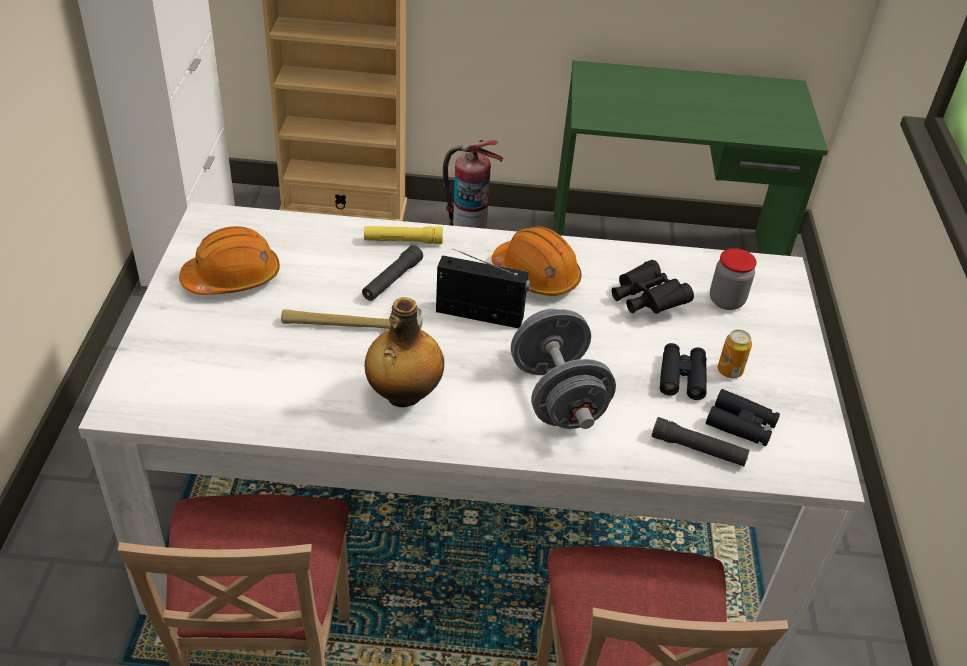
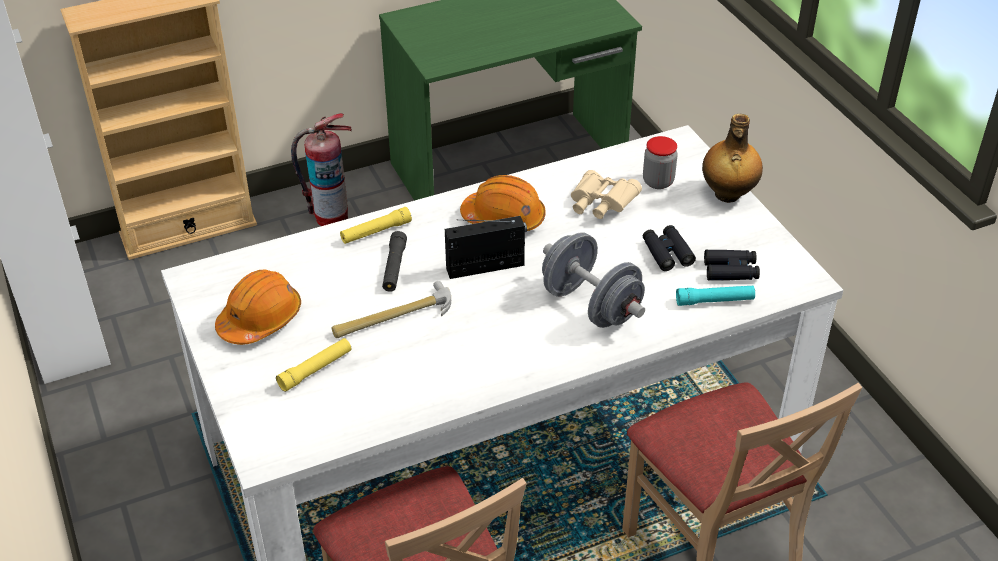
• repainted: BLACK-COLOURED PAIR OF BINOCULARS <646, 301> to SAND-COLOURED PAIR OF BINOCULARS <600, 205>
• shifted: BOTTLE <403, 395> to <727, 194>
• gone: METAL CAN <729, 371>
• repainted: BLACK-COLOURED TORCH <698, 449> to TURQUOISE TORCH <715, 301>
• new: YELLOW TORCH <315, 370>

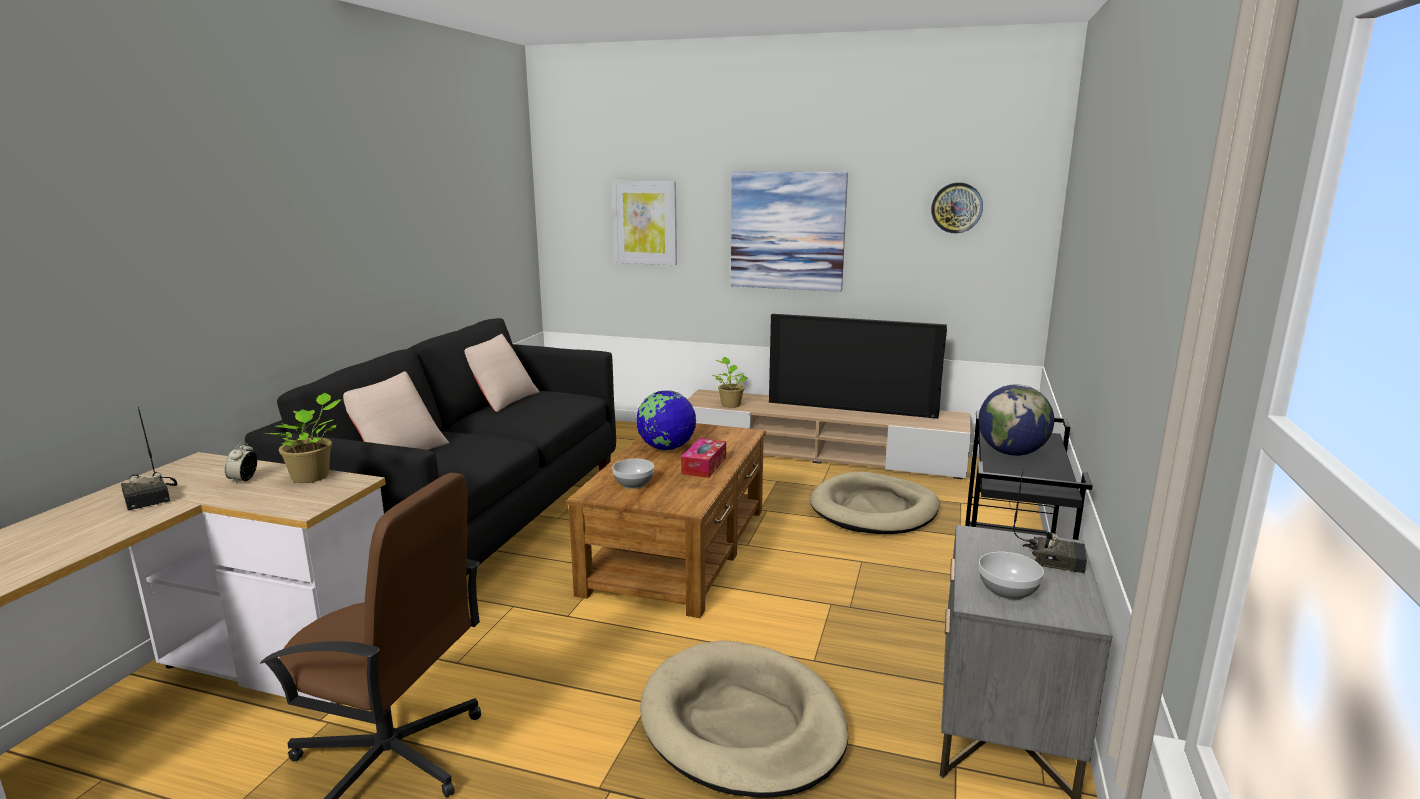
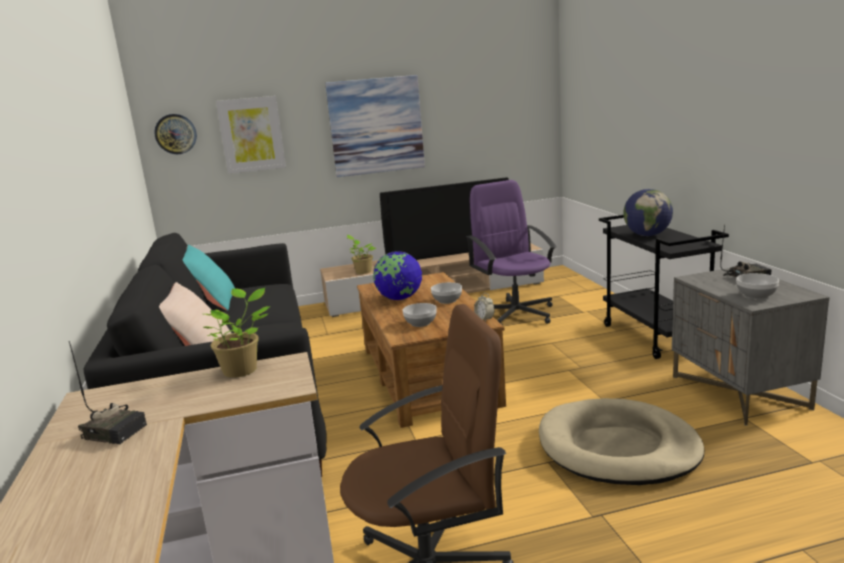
• shifted: HANGING CLOCK <956, 207> to <175, 134>
• repainted: SAND-COLOURED PILLOW <501, 399> to TURQUOISE PILLOW <212, 302>
• swapped: TISSUE HOLDER <704, 466> to SERVING BOWL <446, 300>
• shifted: ALARM CLOCK <244, 479> to <484, 319>
• swapped: SAND-COLOURED DOG BED <874, 509> to PURPLISH DESK CHAIR <516, 314>

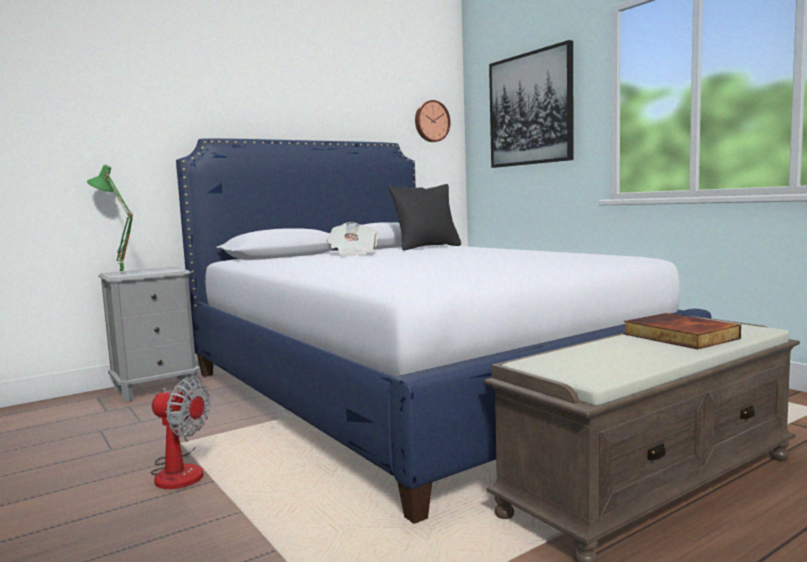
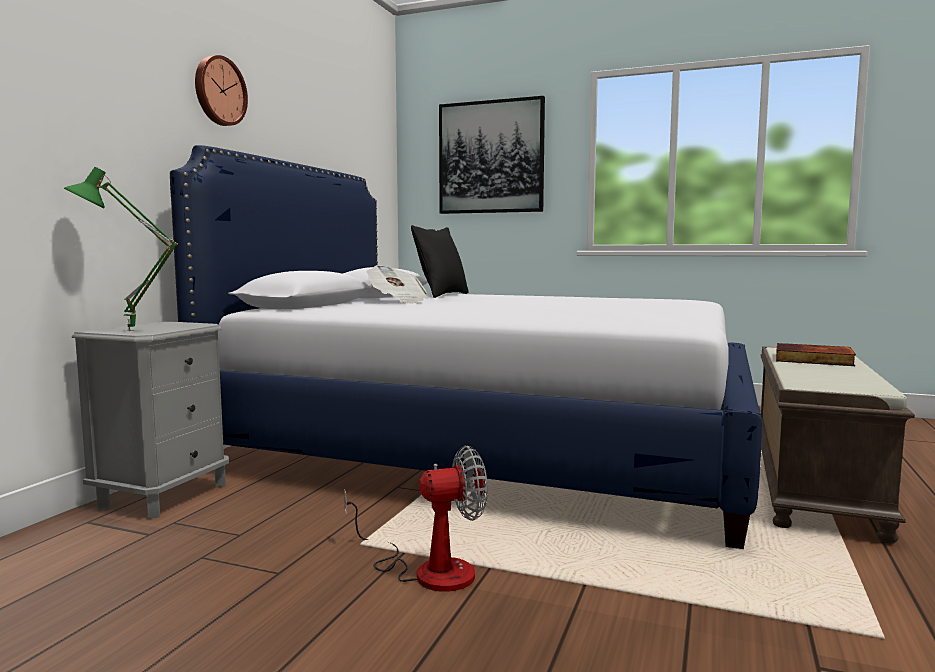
• shifted: HANGING CLOCK <431, 121> to <219, 91>

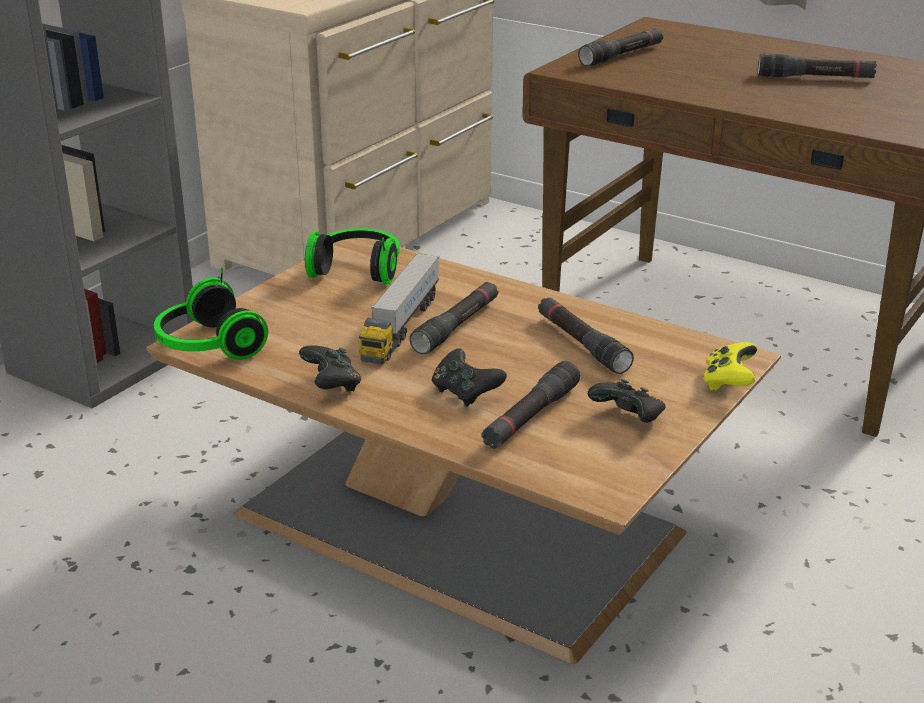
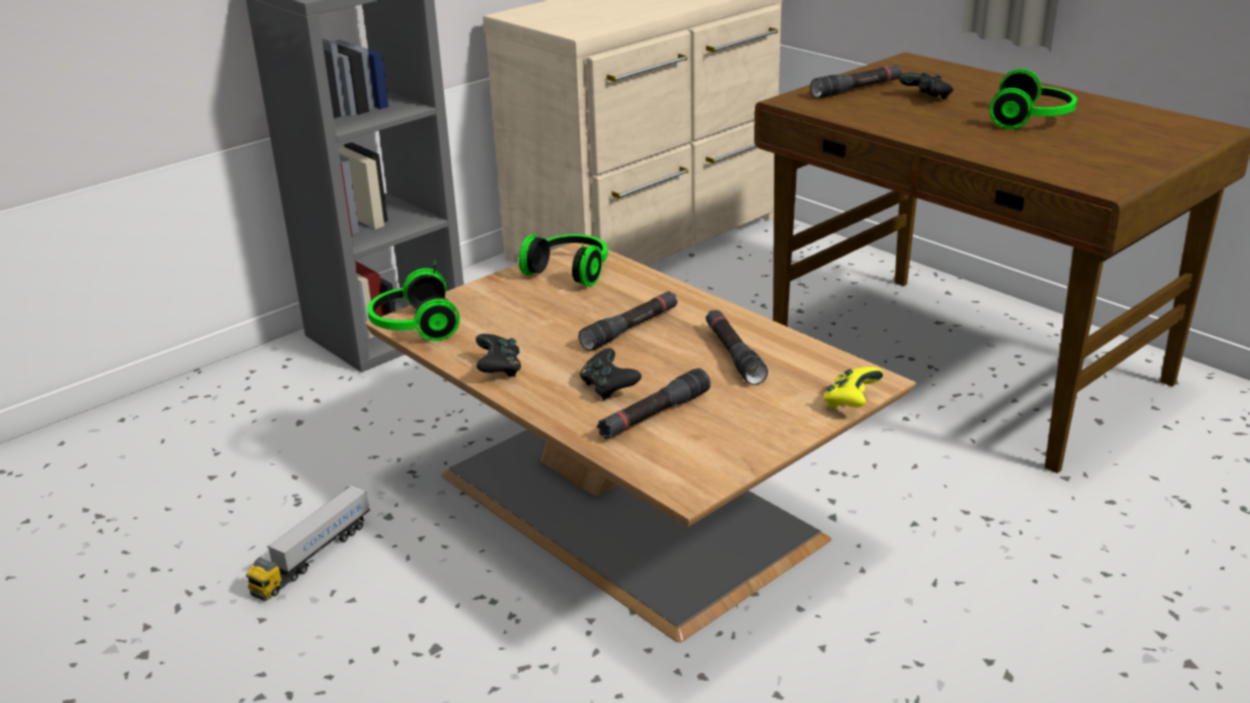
• swapped: BLACK-COLOURED TORCH <815, 78> to HEADPHONES <1032, 120>
• shifted: TOY LORRY <401, 326> to <313, 557>
• shifted: BLACK-COLOURED GAMEPAD <629, 418> to <927, 98>

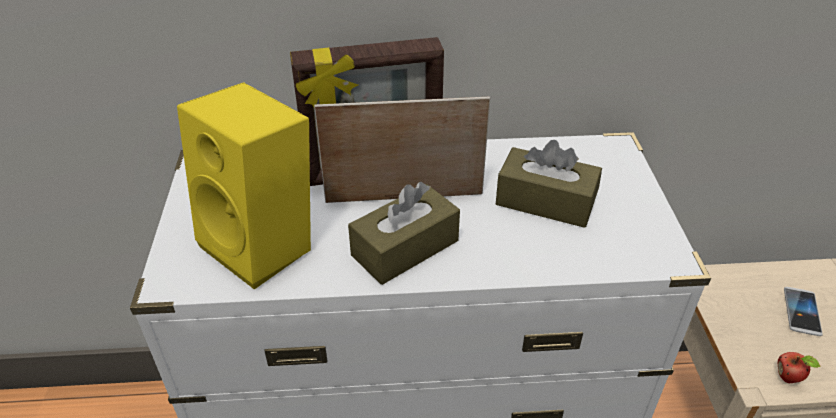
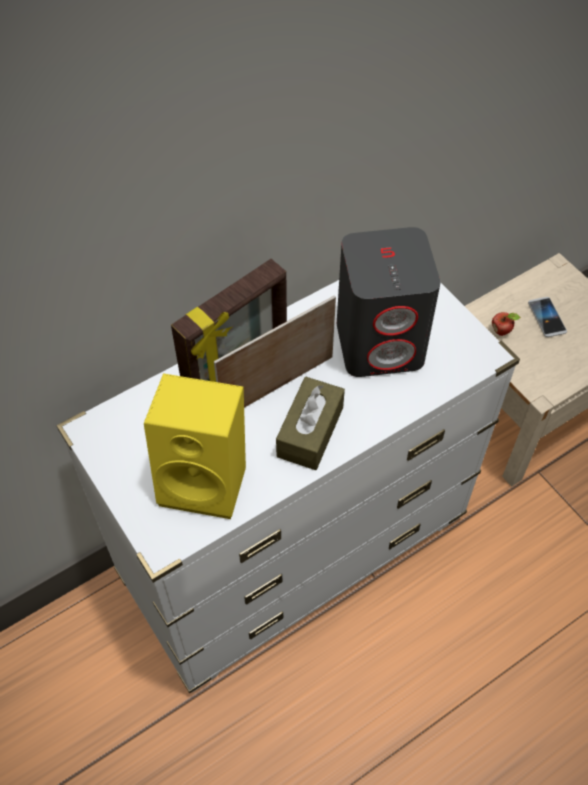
• swapped: BROWN-COLOURED TISSUE HOLDER <545, 202> to GREYISH SPEAKER <381, 343>
• shifted: APPLE <789, 378> to <502, 331>

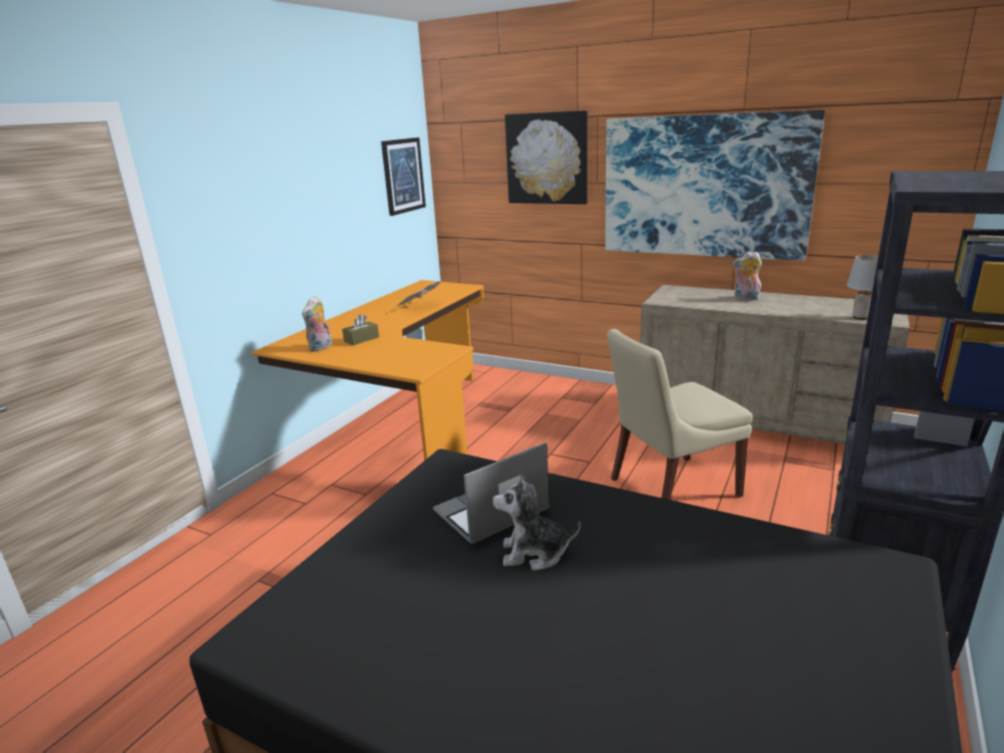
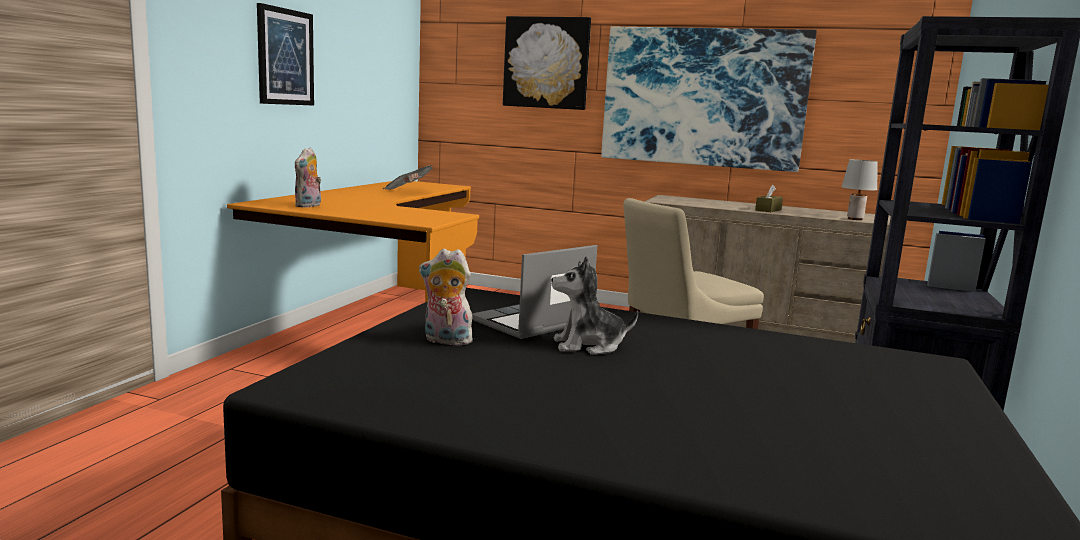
• shifted: WALL ART <403, 176> to <285, 57>
• shifted: SOFT TOY <745, 298> to <445, 341>
• shifted: BROWN-COLOURED TISSUE HOLDER <361, 339> to <768, 210>

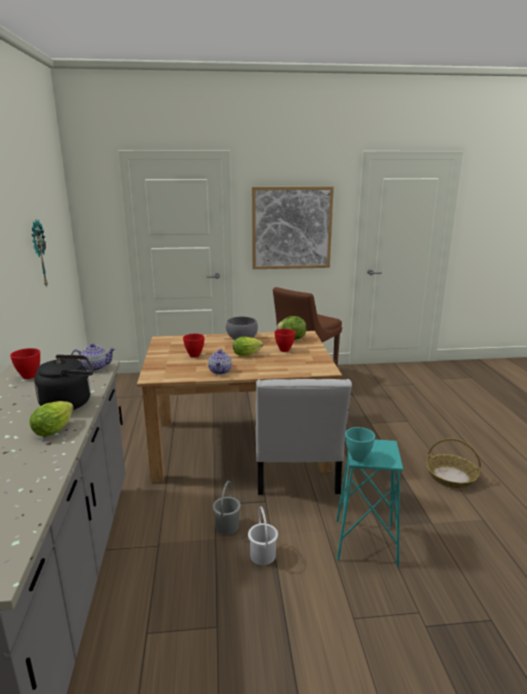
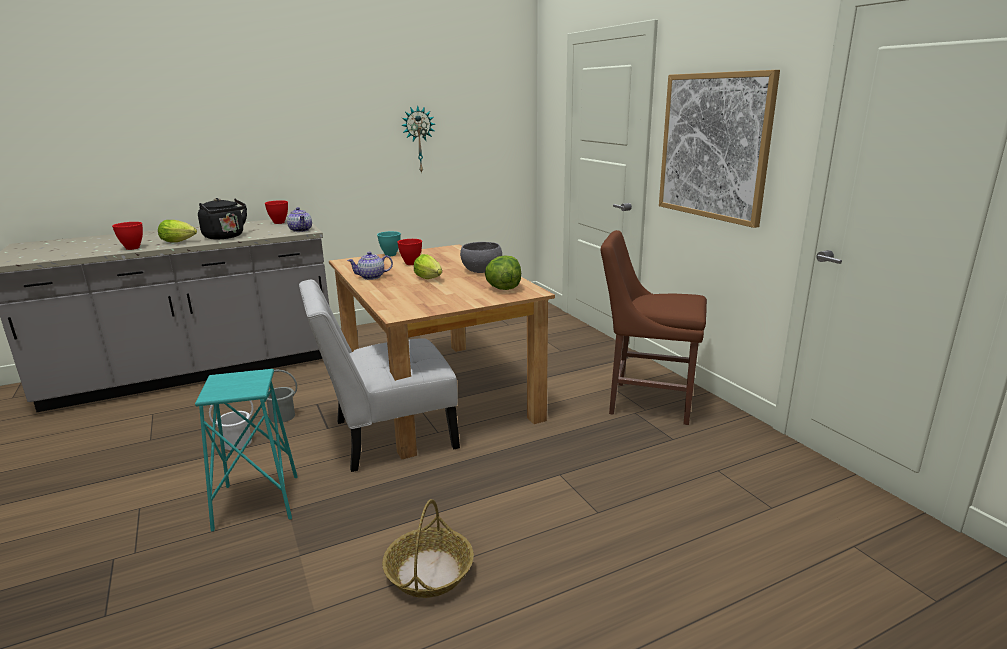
• shifted: RED SERVING BOWL <284, 350> to <132, 248>
• shifted: TURQUOISE SERVING BOWL <357, 457> to <390, 255>

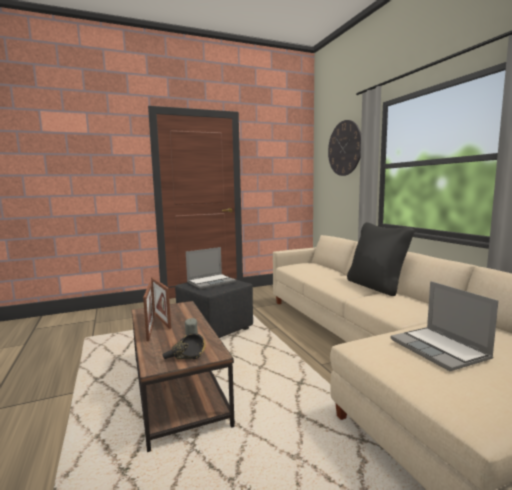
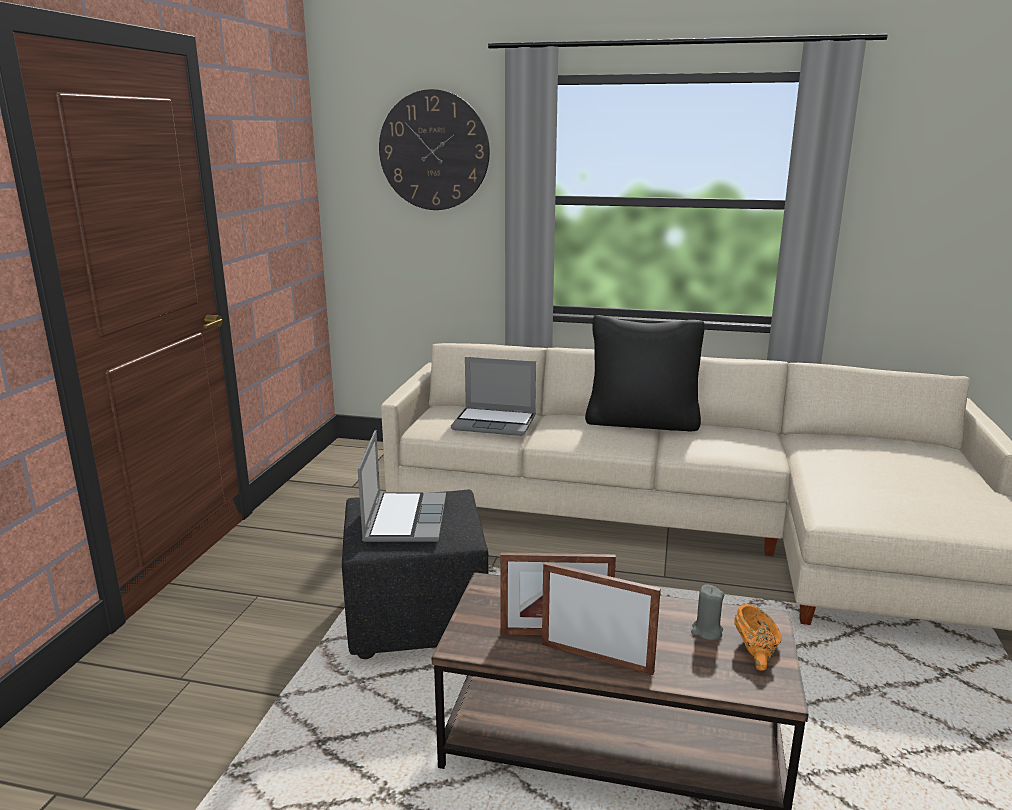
• shifted: NOTEBOOK COMPUTER <440, 350> to <495, 423>
• repainted: BLACK-COLOURED SERVING BOWL <185, 357> to ORANGE SERVING BOWL <759, 652>

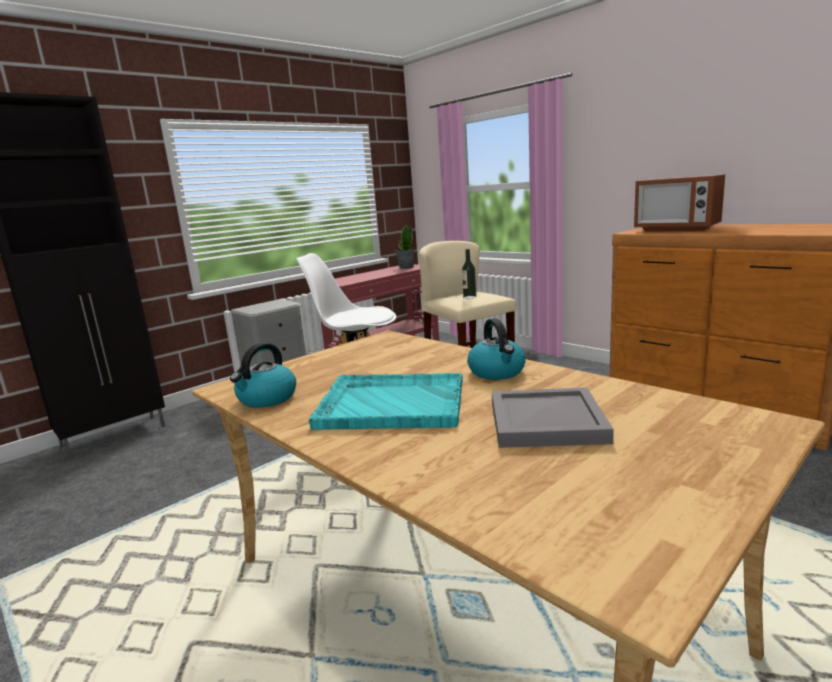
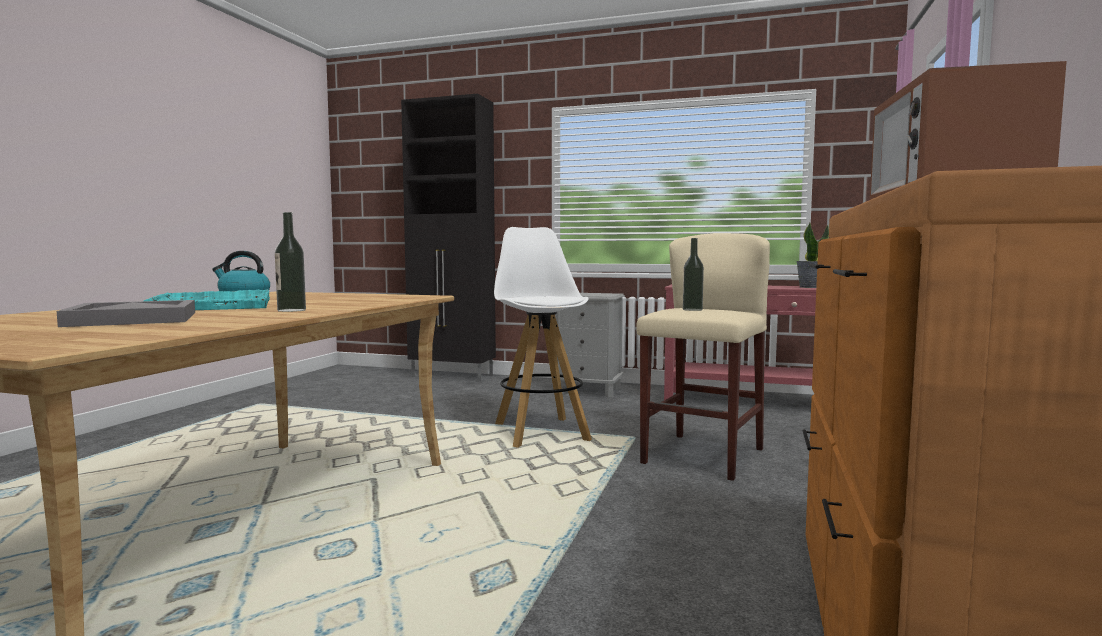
• swapped: TEA KETTLE <497, 372> to BOTTLE <291, 310>

